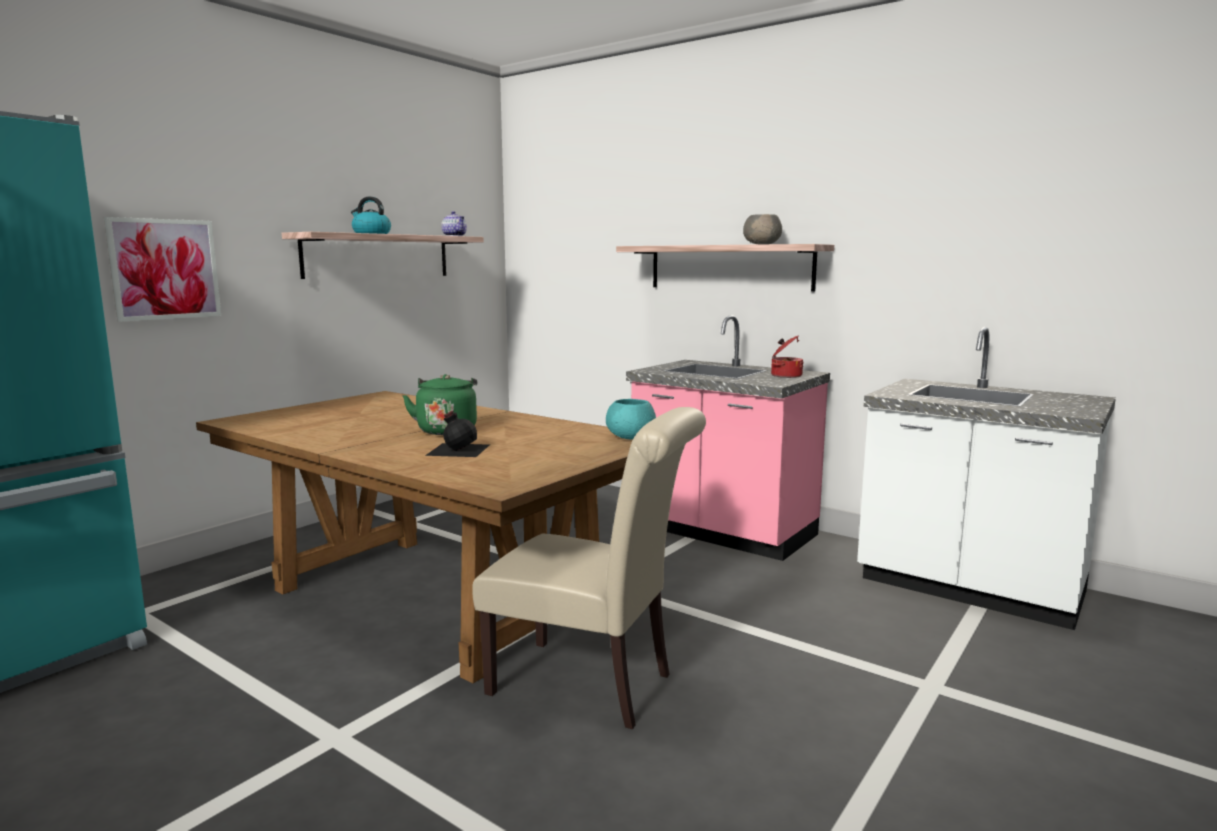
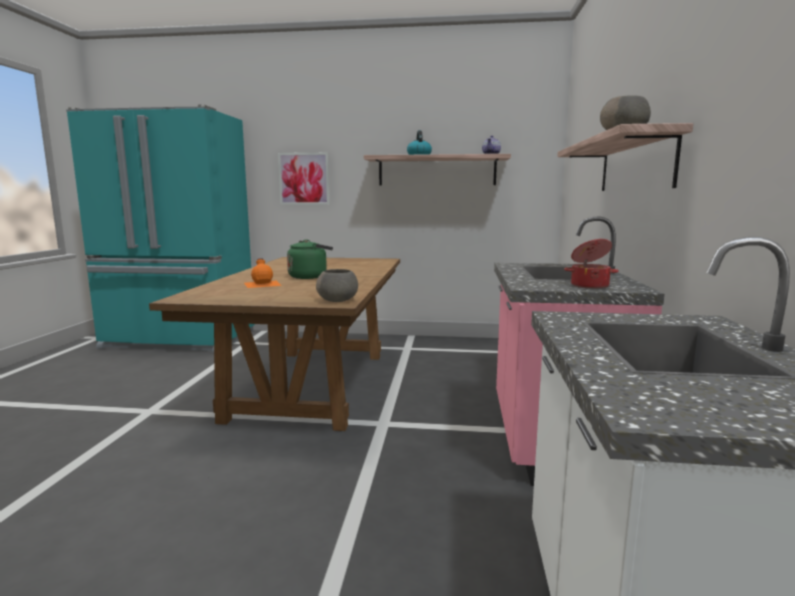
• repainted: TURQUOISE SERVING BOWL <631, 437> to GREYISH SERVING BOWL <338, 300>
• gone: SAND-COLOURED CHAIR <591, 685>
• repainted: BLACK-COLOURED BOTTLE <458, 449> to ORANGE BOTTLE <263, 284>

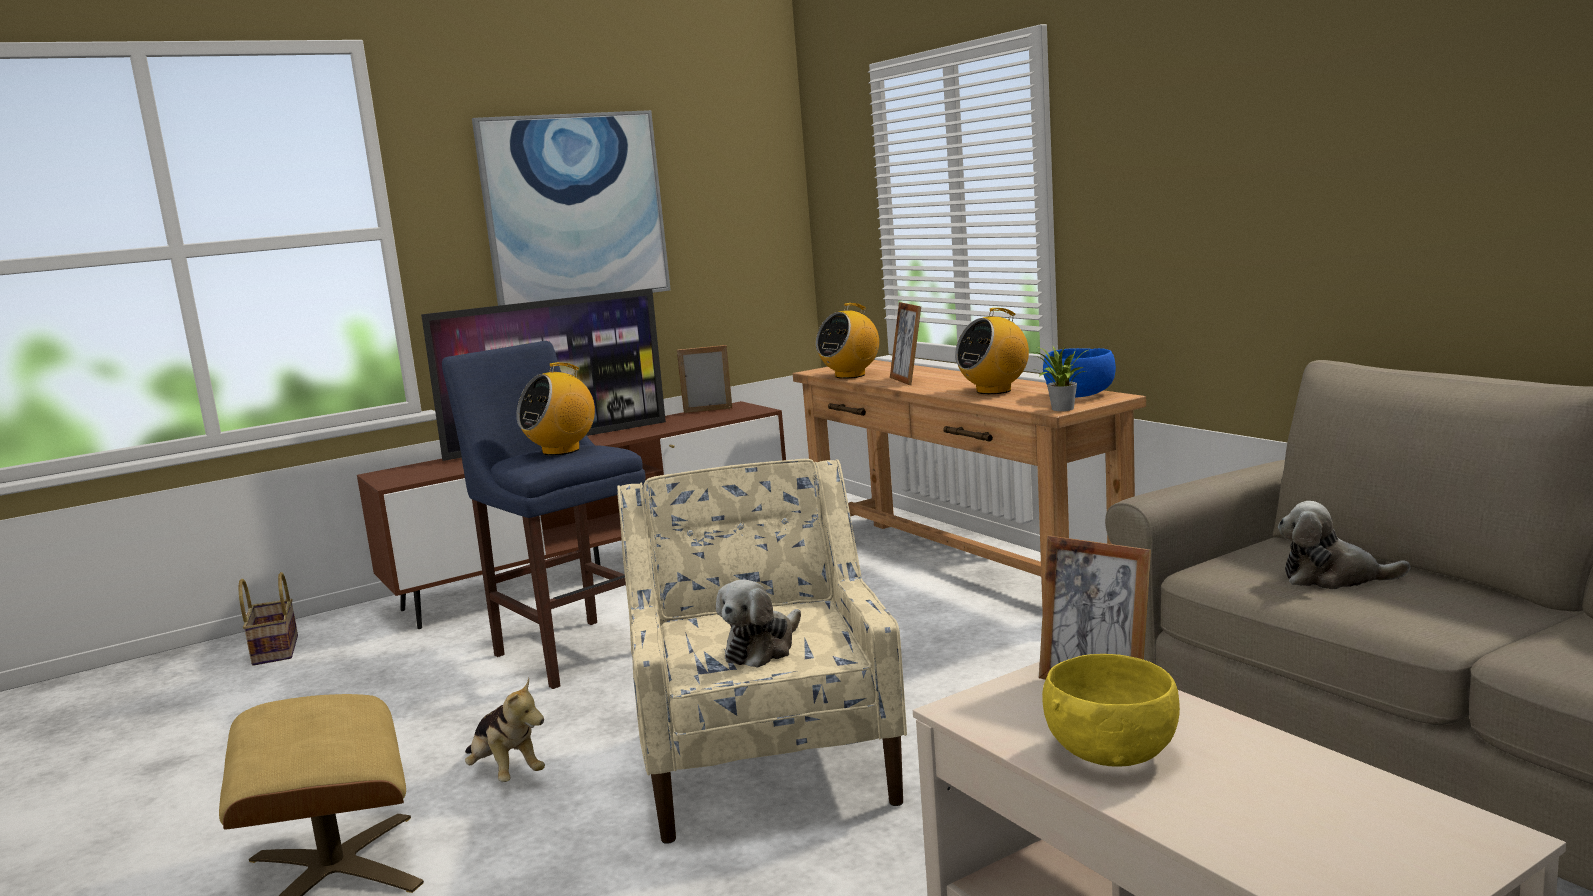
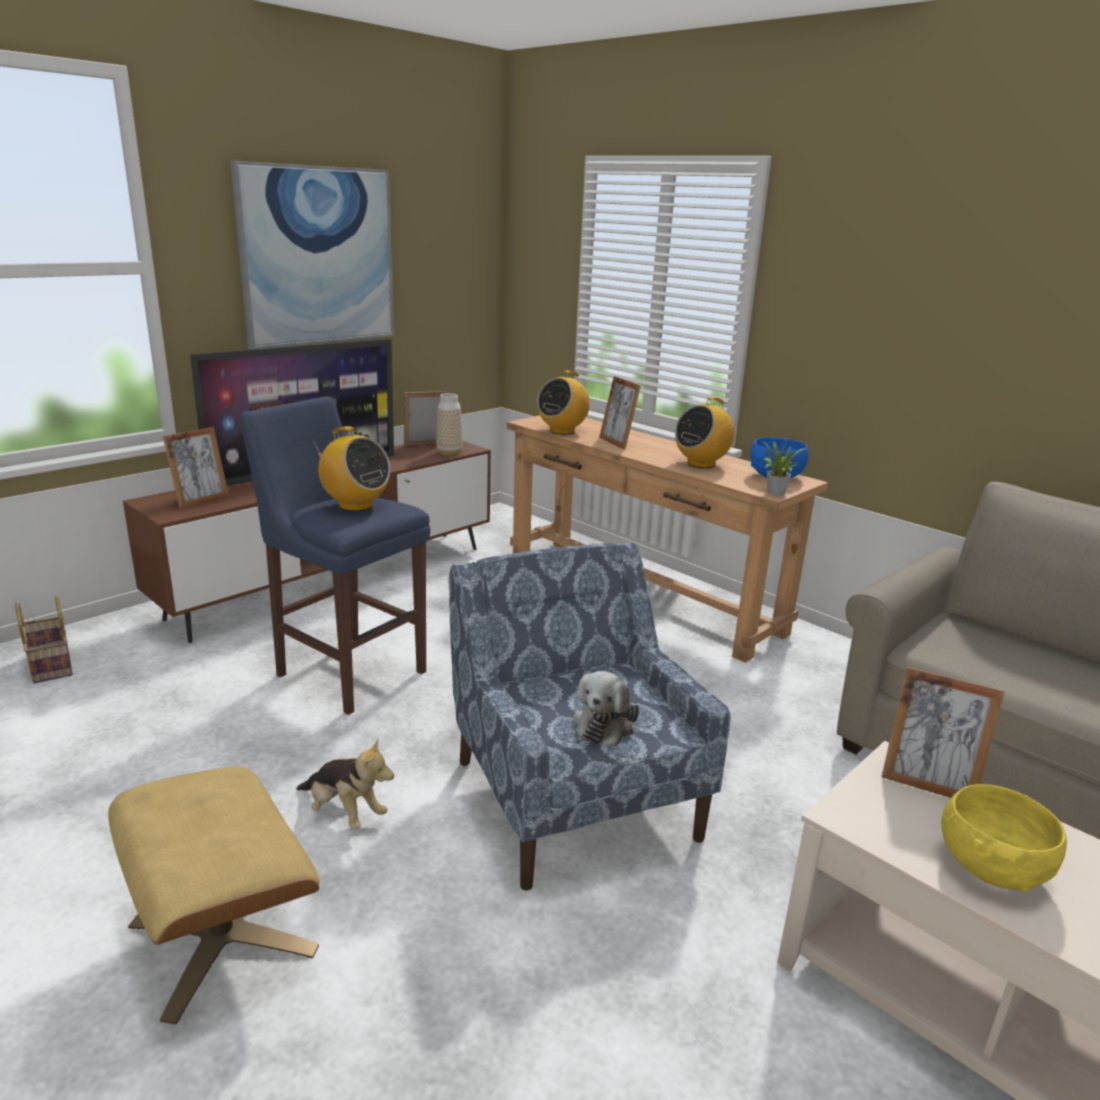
• rotated: RADIO SET <561, 450> = <355, 505> 90 degrees counterclockwise
• repainted: SAND-COLOURED ARMCHAIR <768, 762> to BLUISH ARMCHAIR <573, 796>
• gone: SOFT TOY <1333, 578>
• new: VASE <449, 453>
• new: PICTURE FRAME <201, 500>

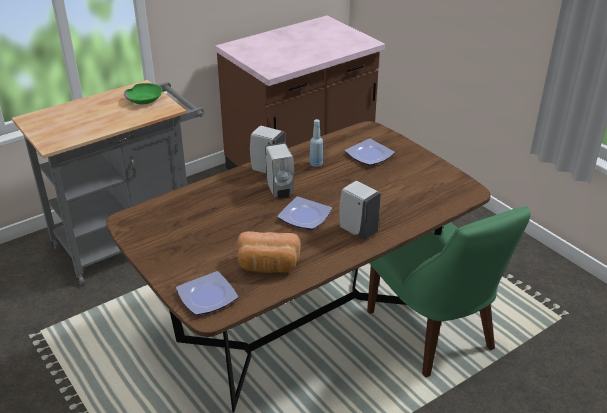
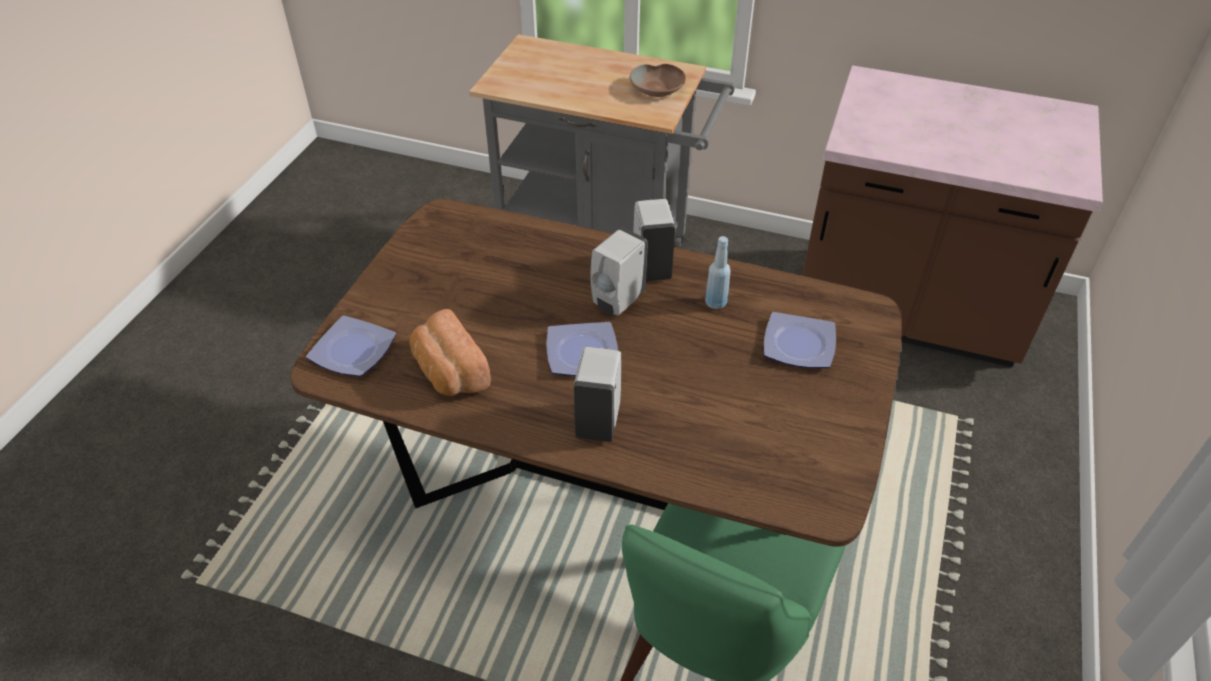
• repainted: GREEN-COLOURED SERVING BOWL <145, 99> to BROWN-COLOURED SERVING BOWL <658, 88>

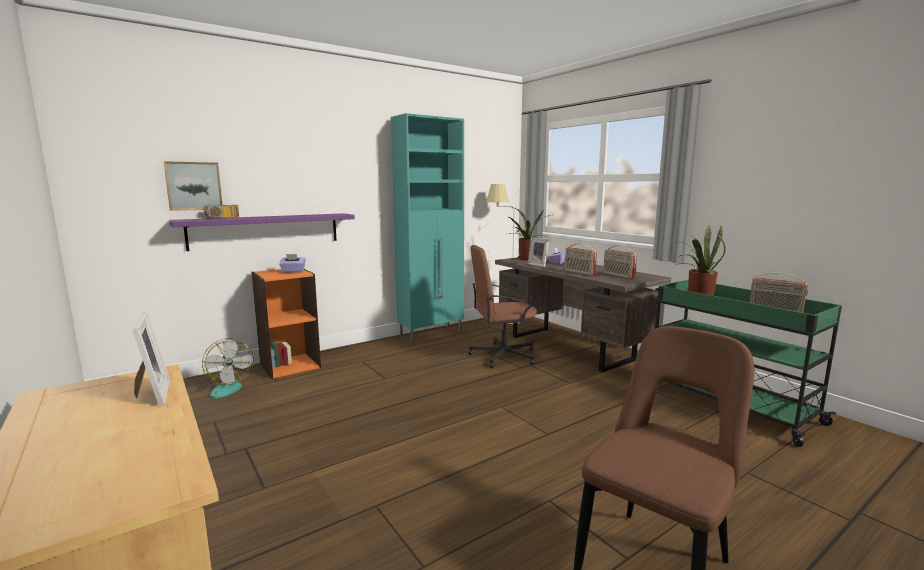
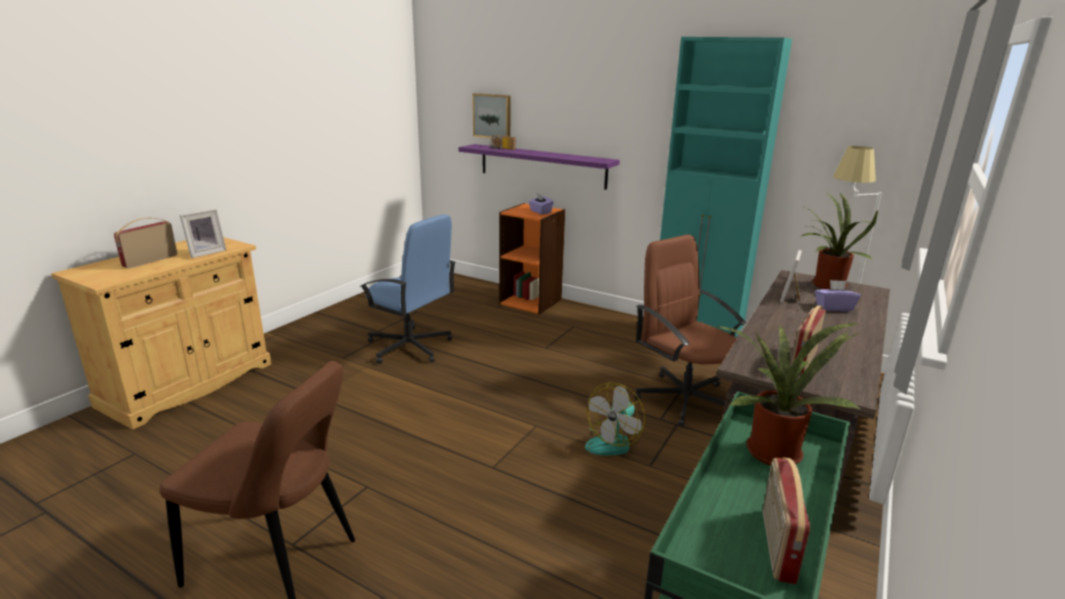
• shifted: RADIO SET <579, 272> to <150, 261>
• shifted: FAN <225, 388> to <613, 441>
• new: BLUISH DESK CHAIR <410, 347>

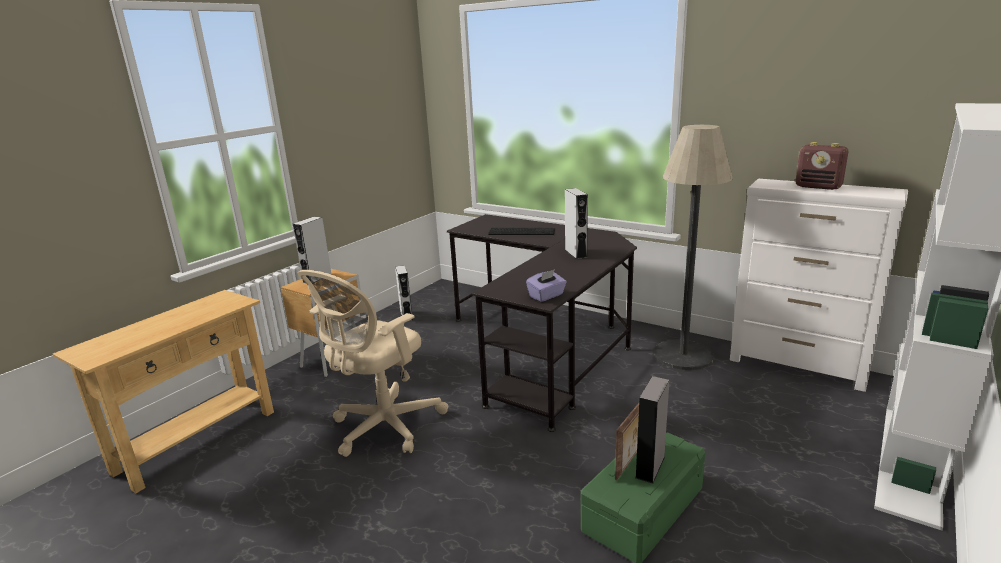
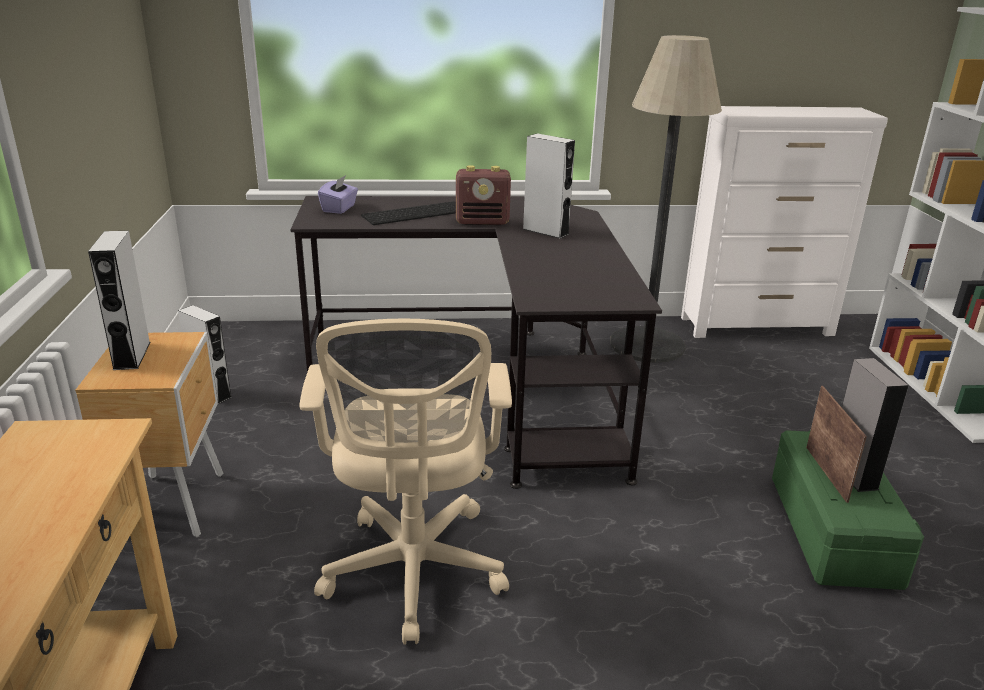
• shifted: RADIO SET <818, 187> to <483, 222>
• shifted: PURPLISH TISSUE HOLDER <546, 296> to <339, 208>

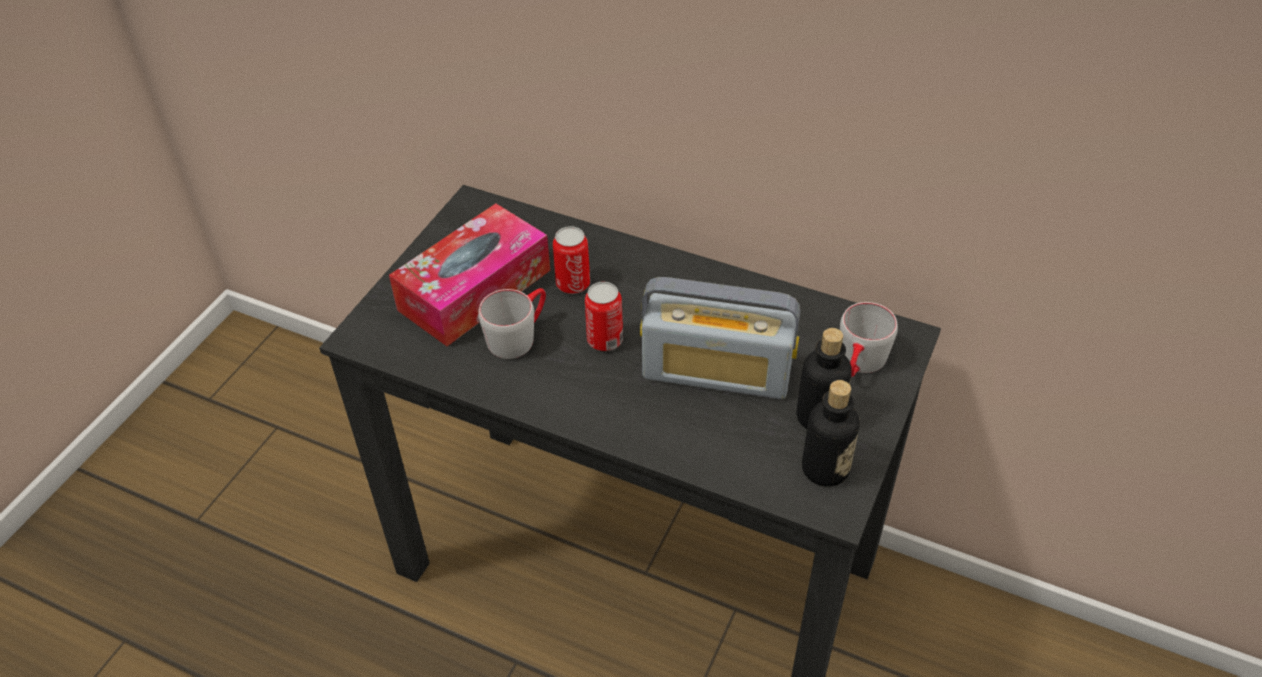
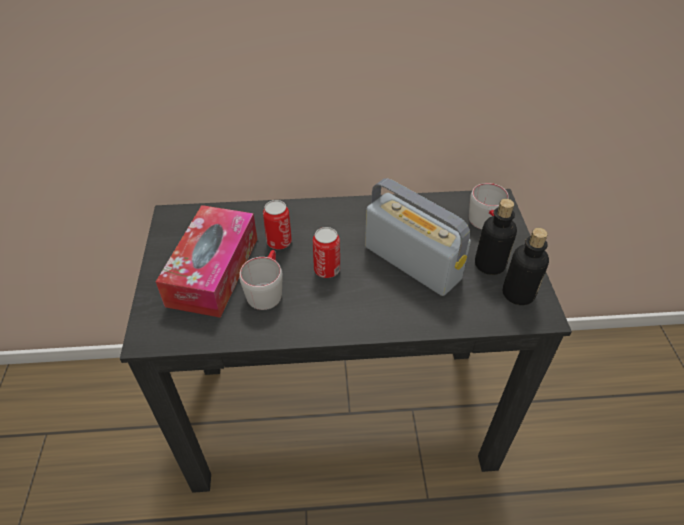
• rotated: RADIO SET <716, 373> = <411, 262> 120 degrees counterclockwise

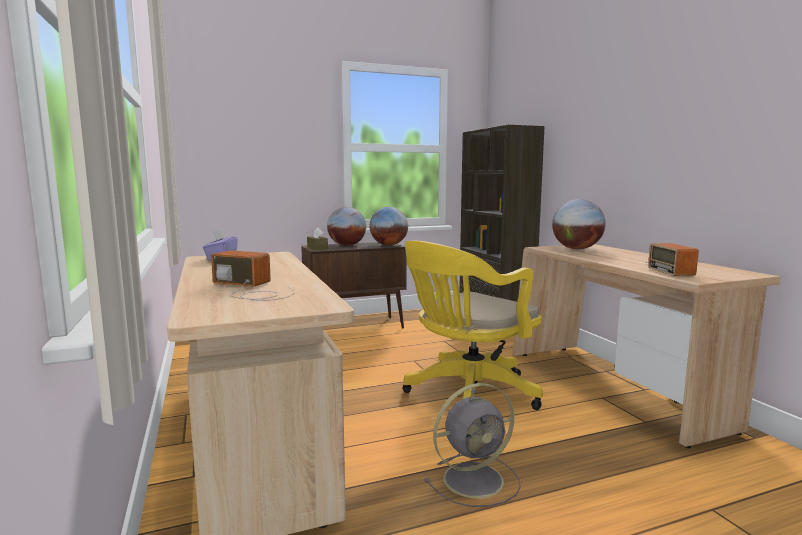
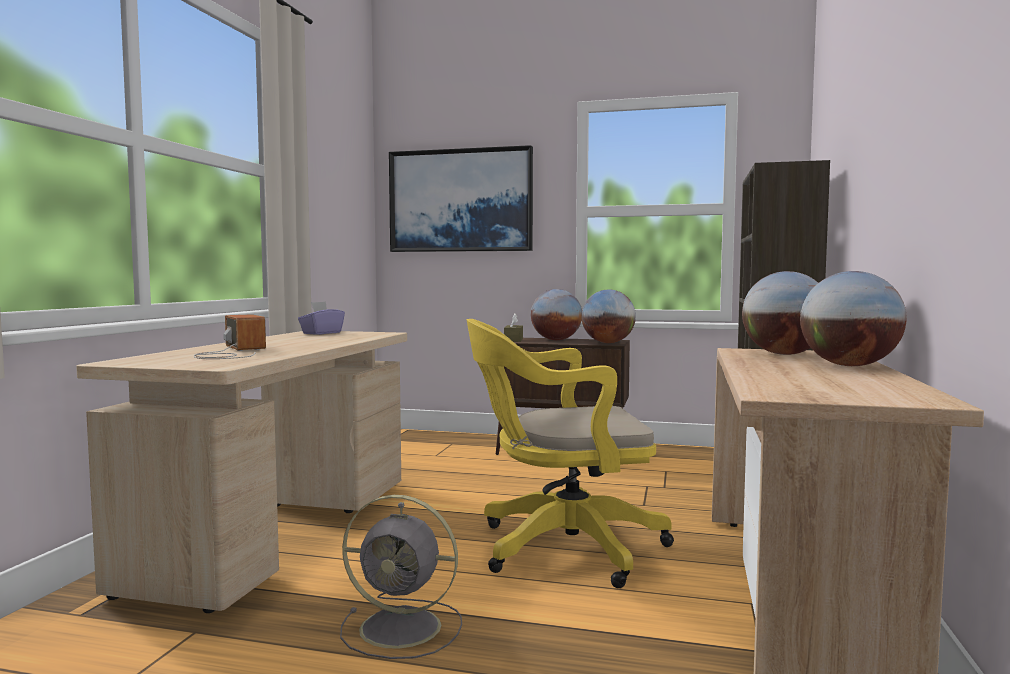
• gone: RADIO SET <672, 268>
• new: WALL ART <461, 201>
• new: WORLD GLOBE <849, 366>

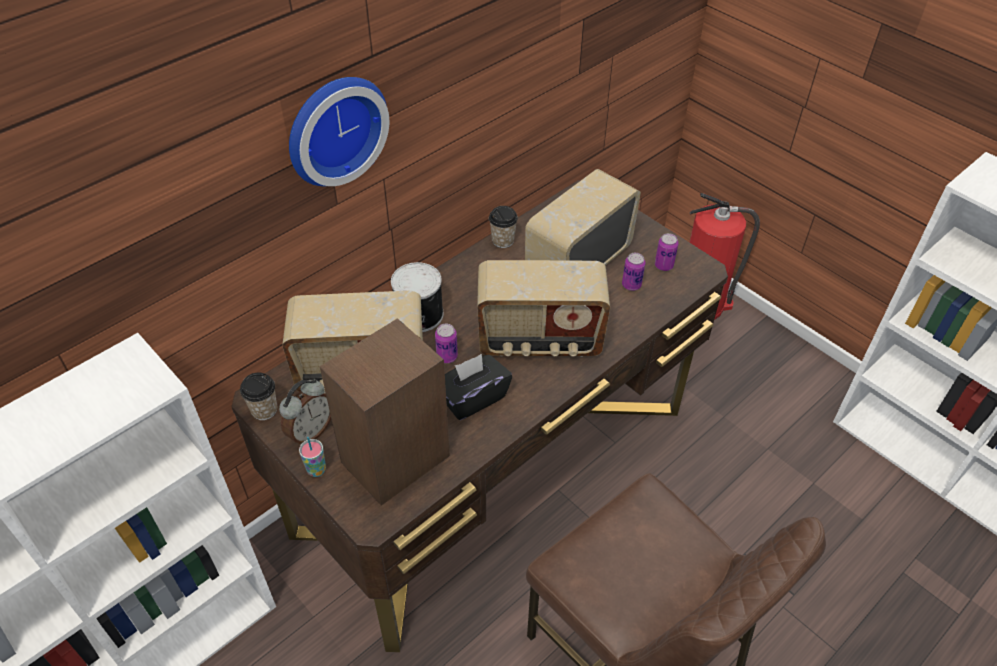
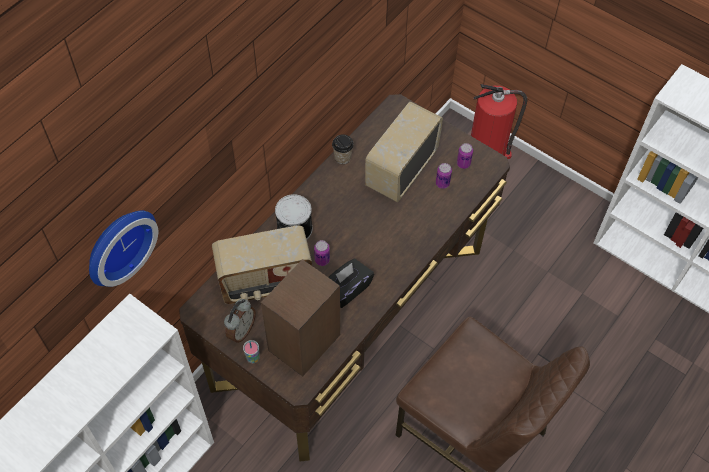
• shifted: HANGING CLOCK <333, 128> to <117, 244>
• gone: RADIO SET <539, 340>
• gone: DRINKING CUP <264, 410>

